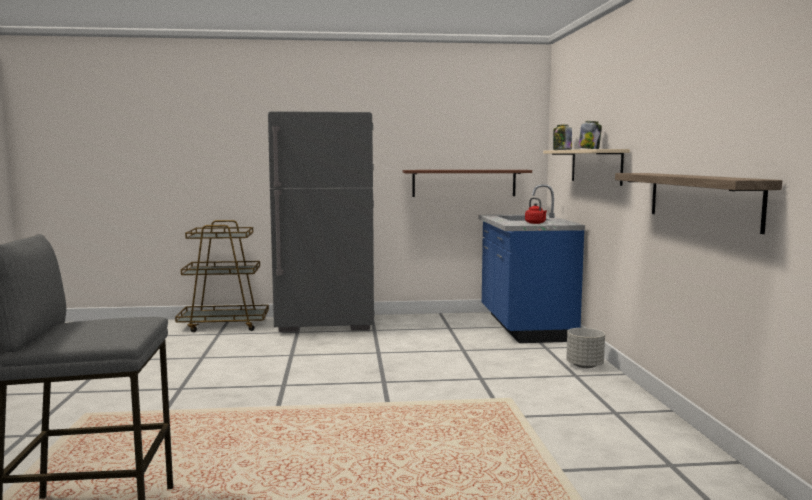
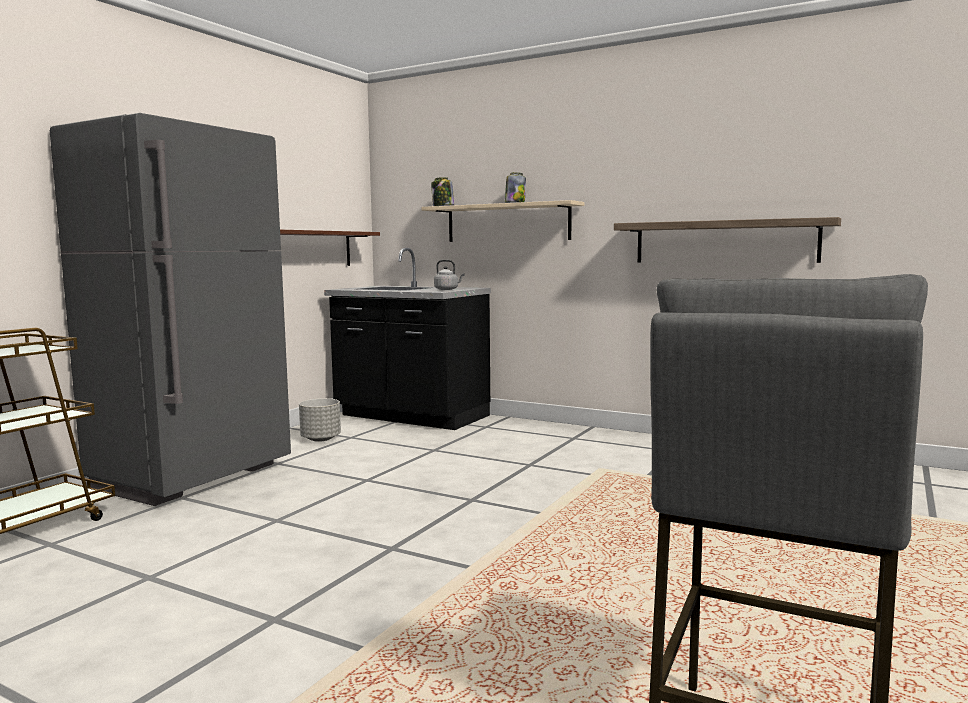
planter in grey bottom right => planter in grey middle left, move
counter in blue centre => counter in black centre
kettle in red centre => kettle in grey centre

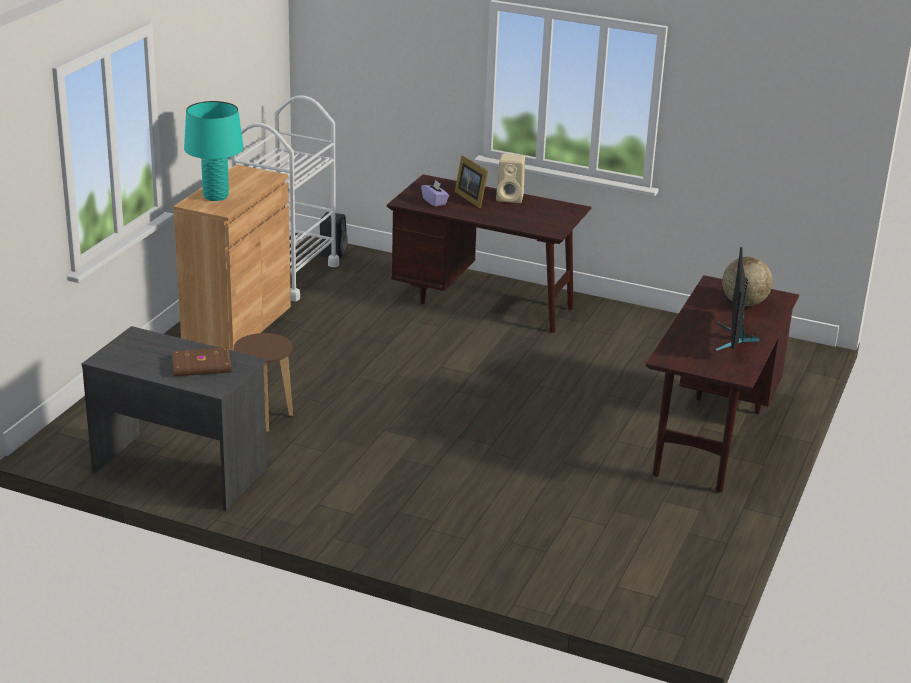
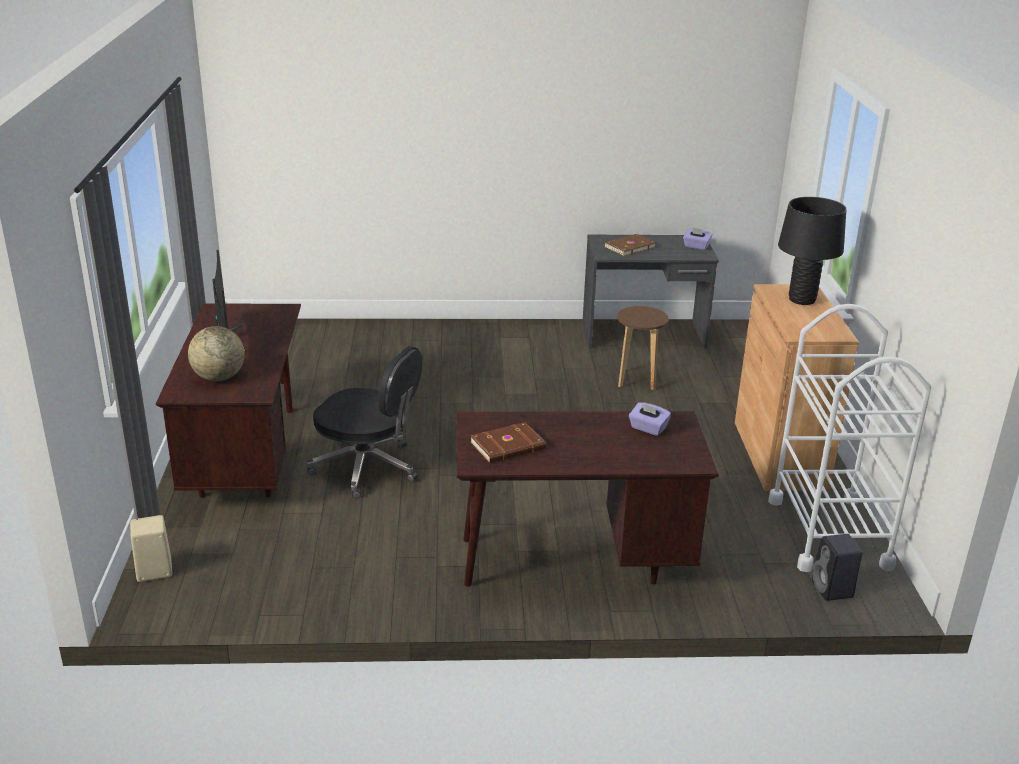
picture frame top centre => nothing
nothing => office chair in black centre
nothing => book in brown (1st from left) centre
nothing => tissue box in purple (2nd from left) top right
speaker in beige top centre => speaker in beige bottom left, move
table lamp in turquoise top left => table lamp in black top right

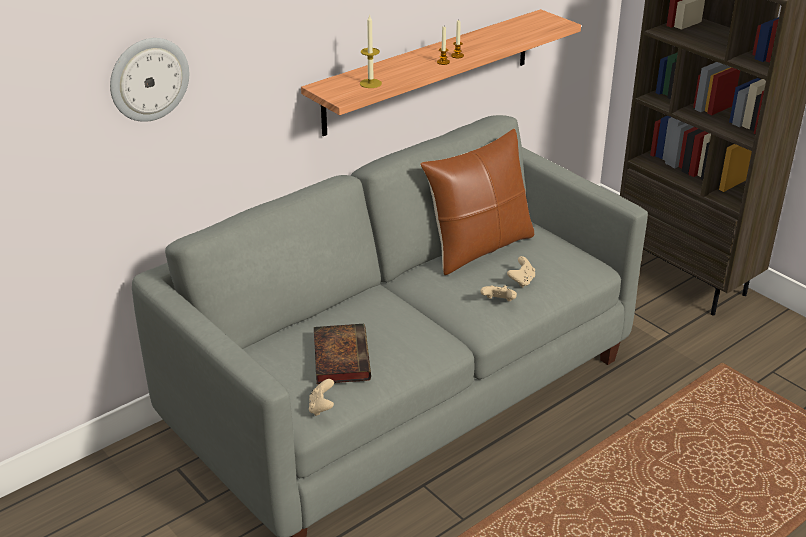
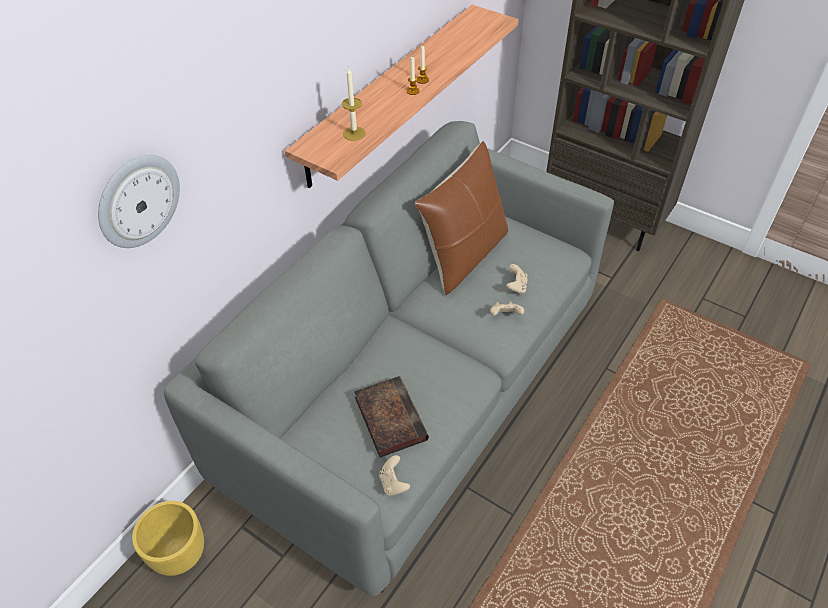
nothing => planter in yellow bottom left

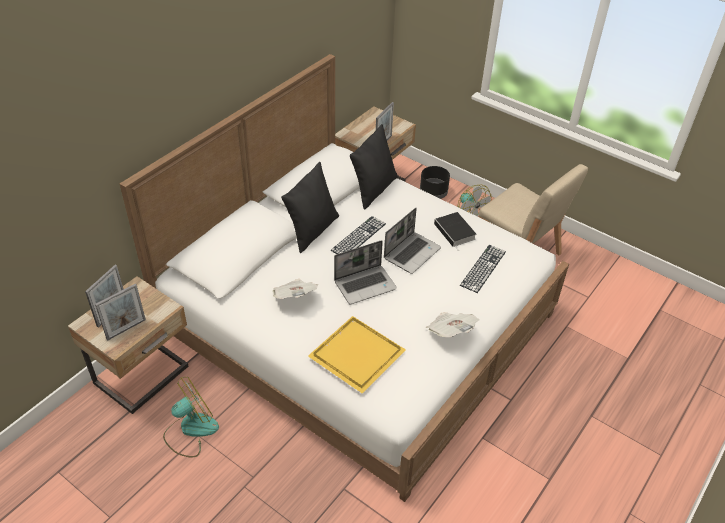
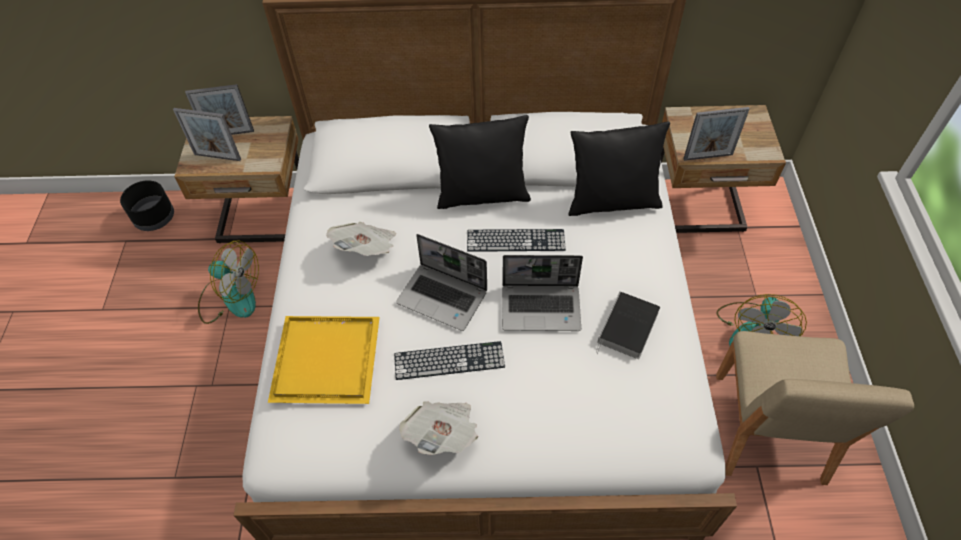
planter in black centre => planter in black middle left, move
keyboard (2nd from left in the first image) centre => keyboard (1st from left) bottom centre, move

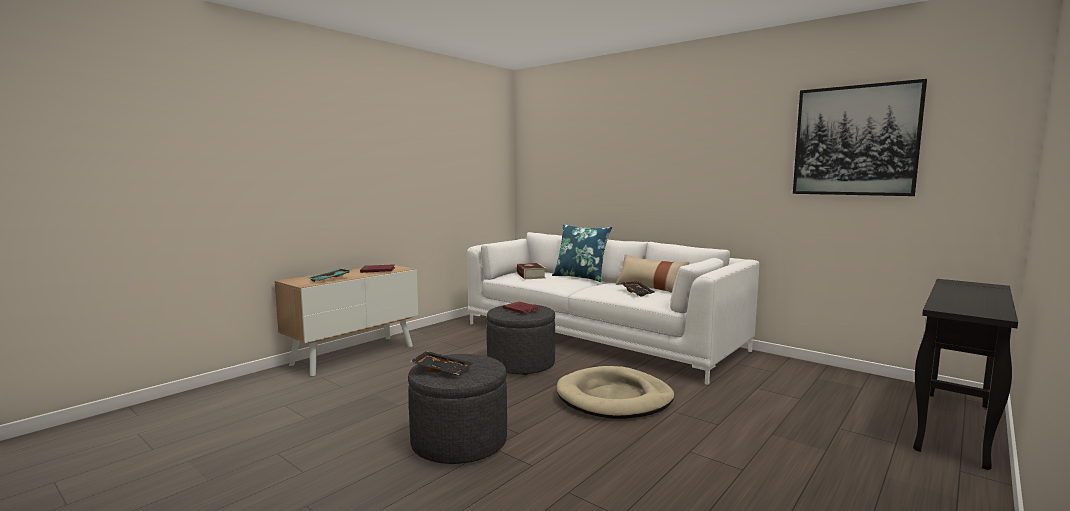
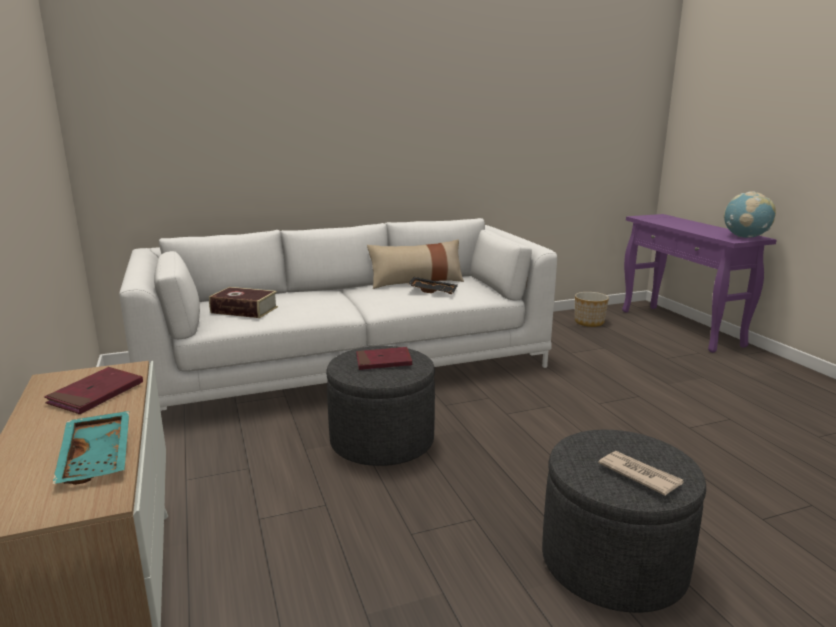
pillow in blue centre => nothing
dog bed in beige bottom centre => nothing
picture top right => nothing
nothing => planter middle right
nothing => globe middle right
tray in black (1st from left) bottom centre => newspaper bottom right
console table in black bottom right => console table in purple middle right

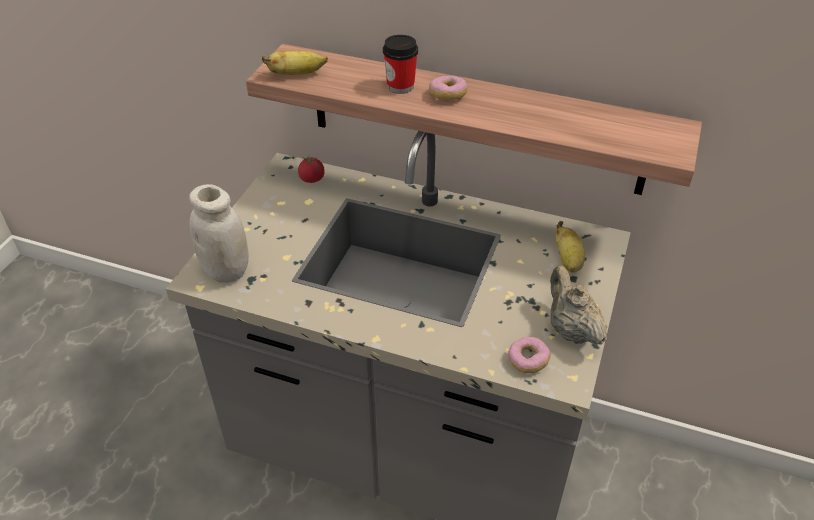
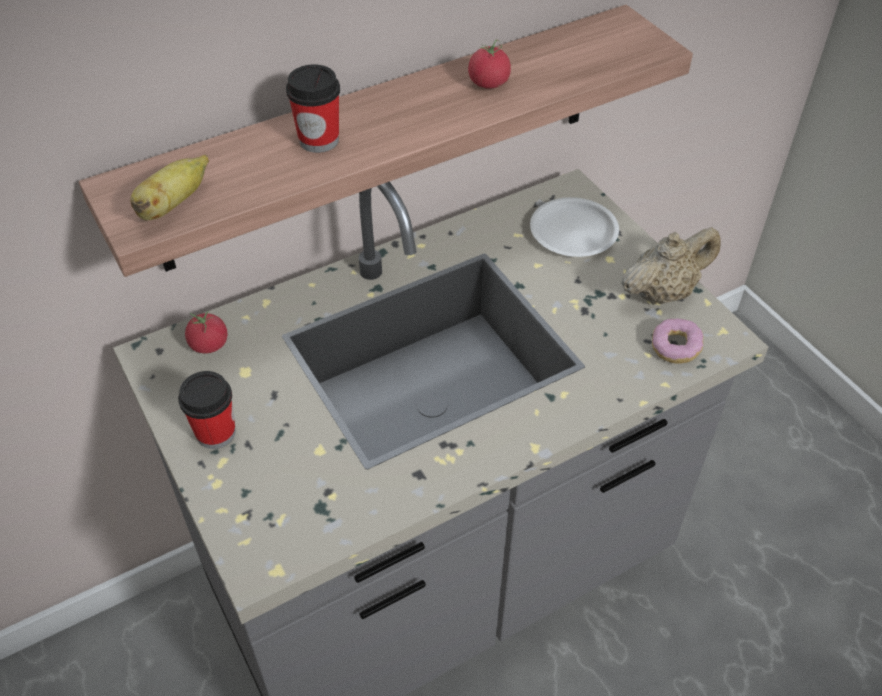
jar in white middle left => nothing
donut (1st from left) top centre => nothing
nothing => cup (1st from left) middle left
nothing => tomato (2nd from left) top centre
banana (2nd from left) middle right => plate in white top centre
teapot in beige middle right, 135 degrees clockwise

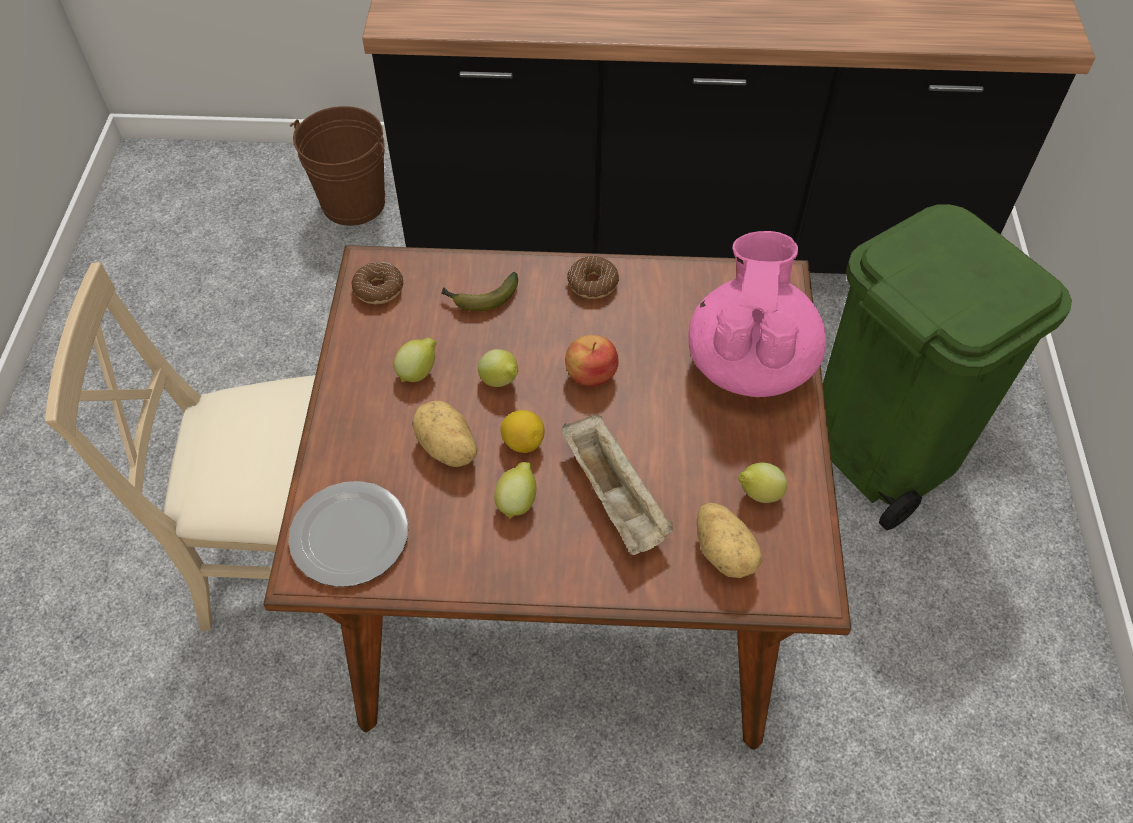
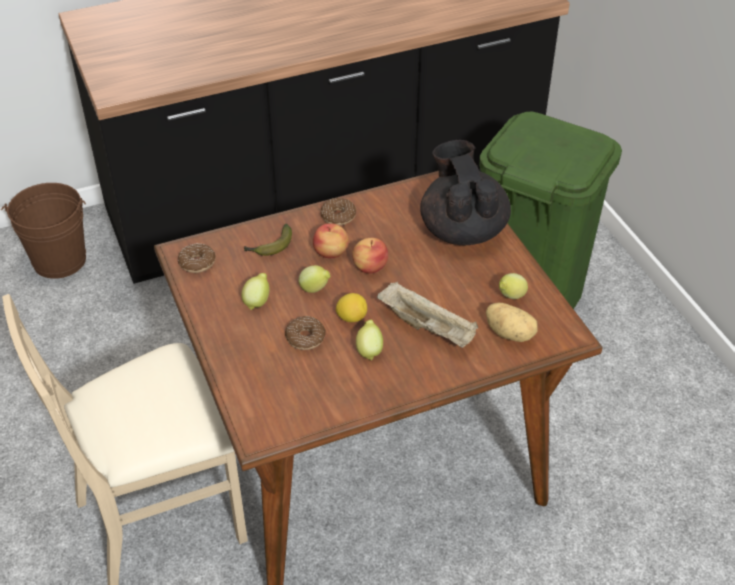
plate middle left => nothing
nothing => apple (1st from left) centre
potato (1st from left) centre => donut (2nd from left) centre
teapot in pink middle right => teapot in black top centre

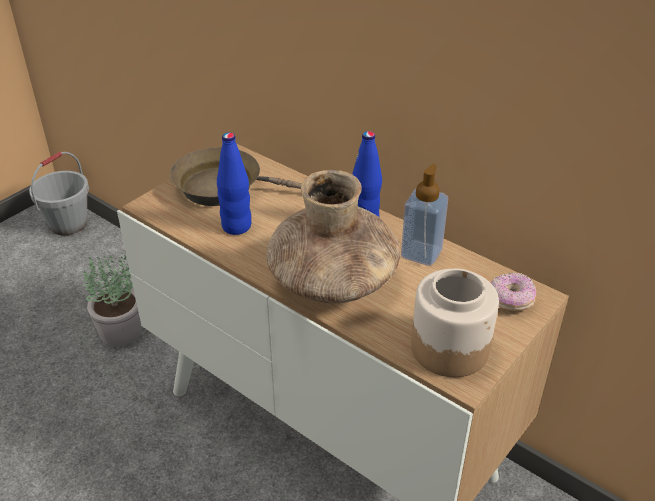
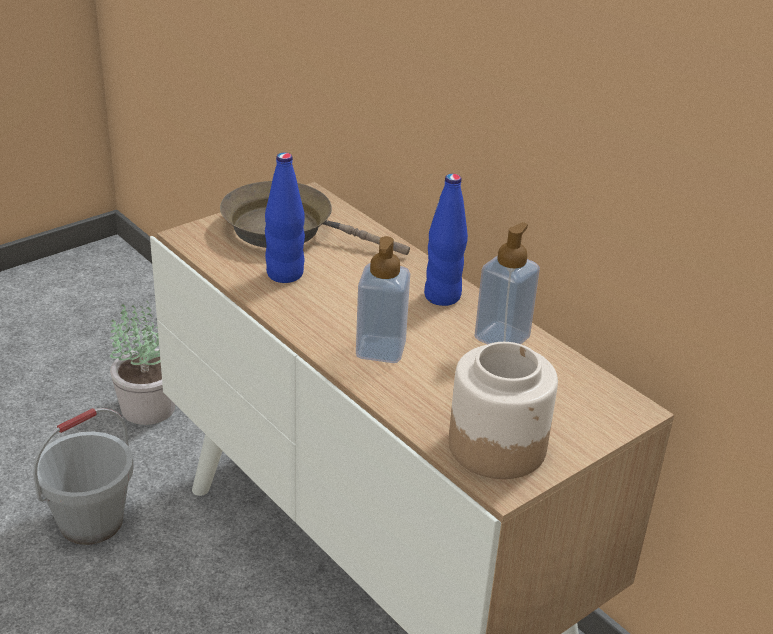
donut middle right => nothing
bucket in grey middle left => bucket in grey bottom left, move
vase in brown centre => soap dispenser (1st from left) centre

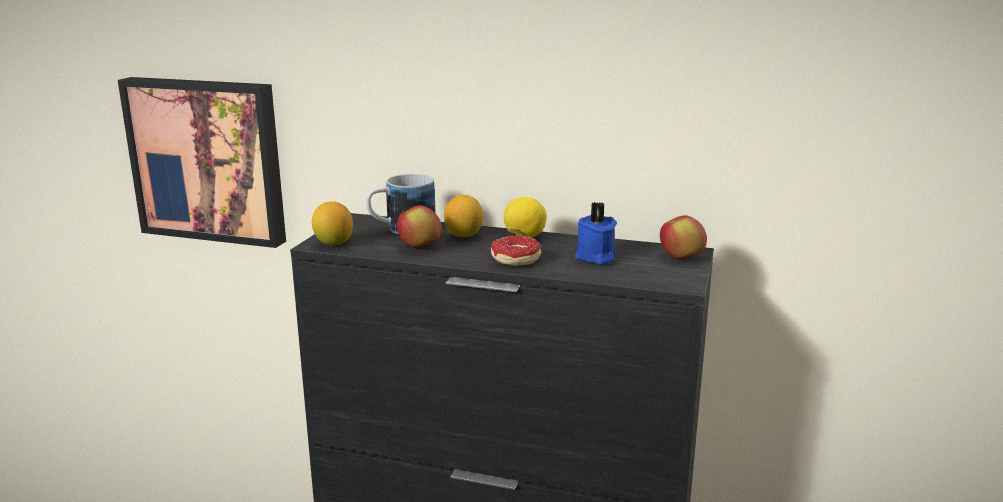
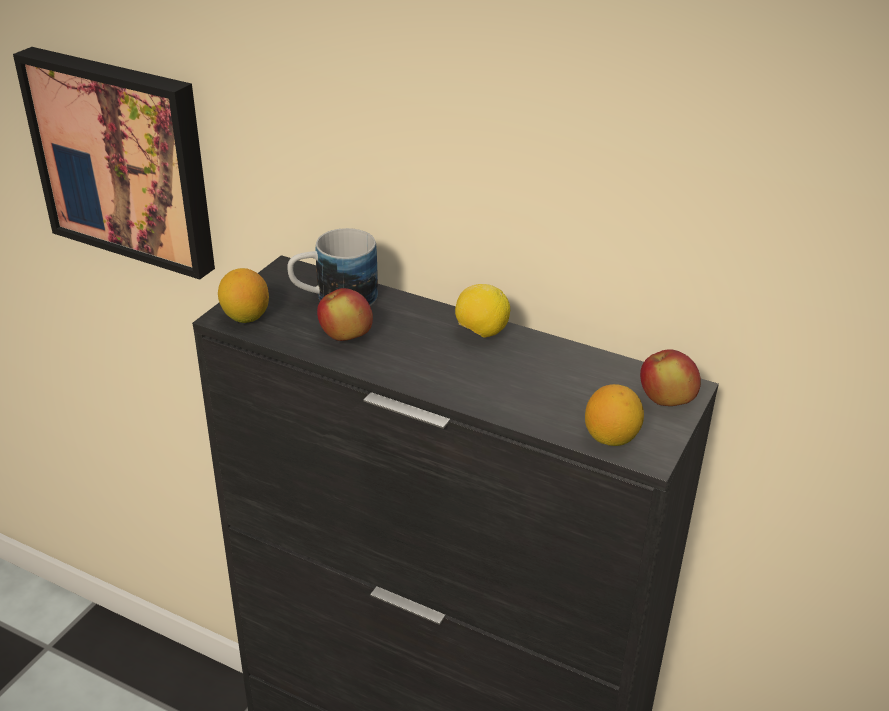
donut centre => nothing
candle in blue centre => nothing
lemon (2nd from left in the first image) centre => lemon (3rd from left) middle right, move

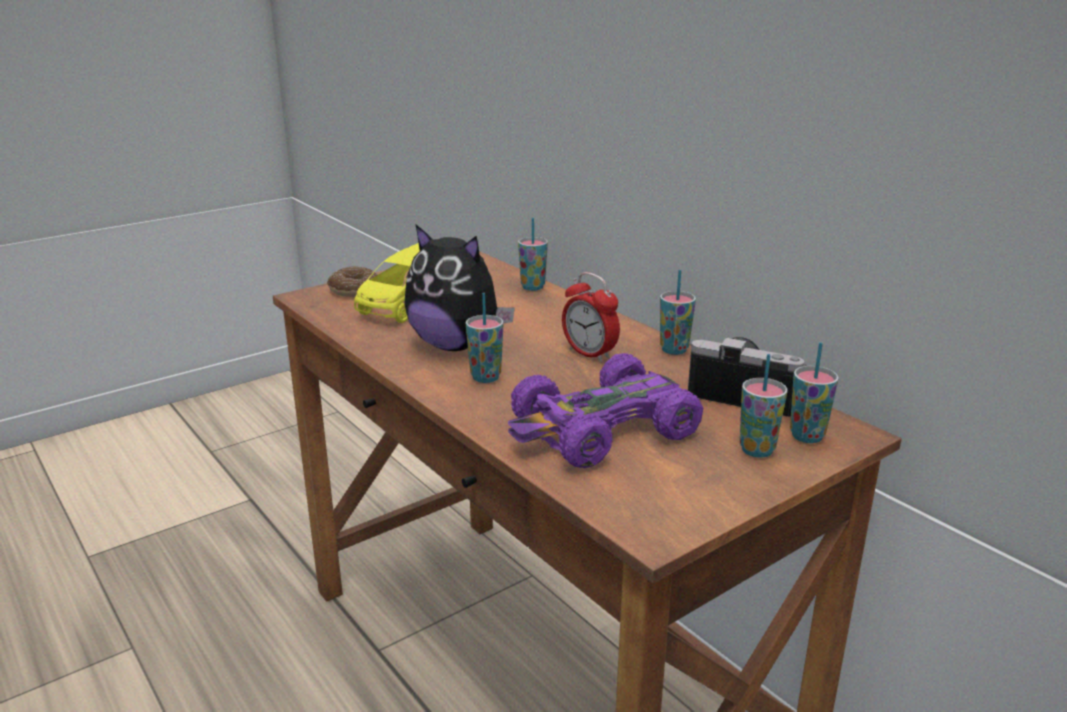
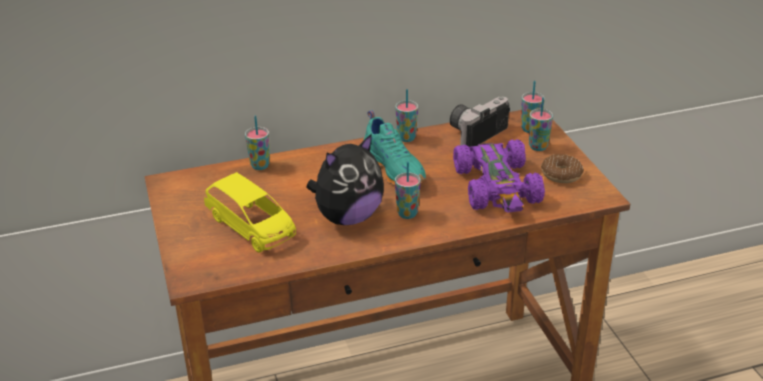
donut middle left => donut middle right, move
alarm clock centre => shoe in turquoise centre

